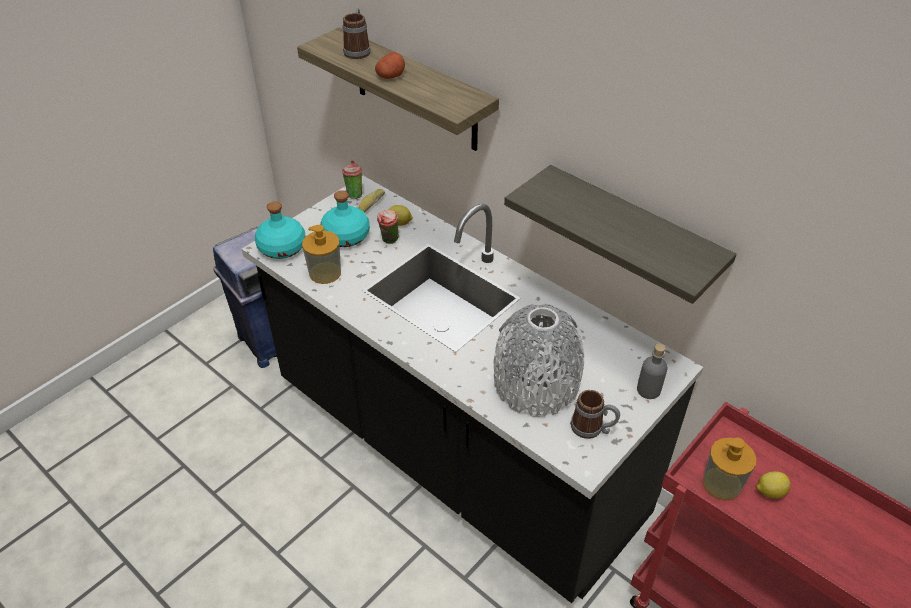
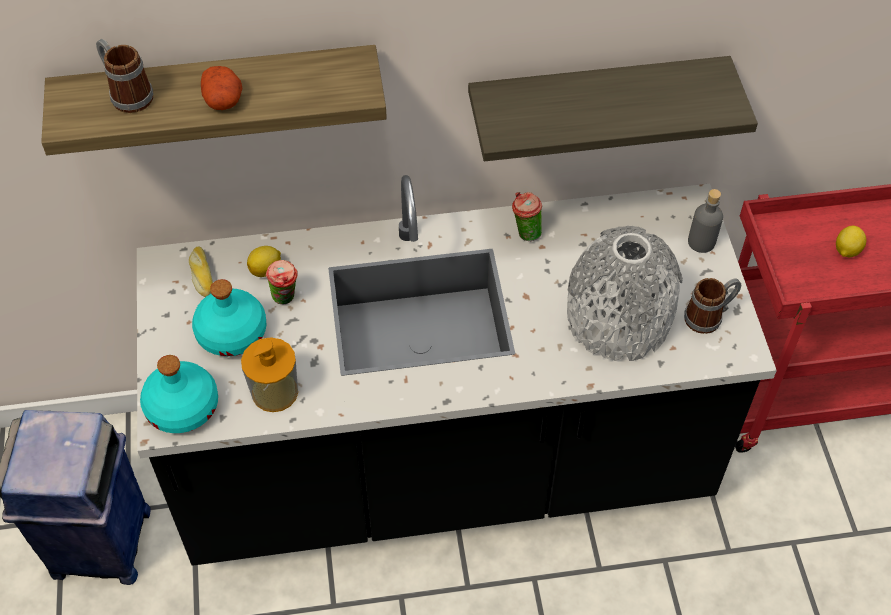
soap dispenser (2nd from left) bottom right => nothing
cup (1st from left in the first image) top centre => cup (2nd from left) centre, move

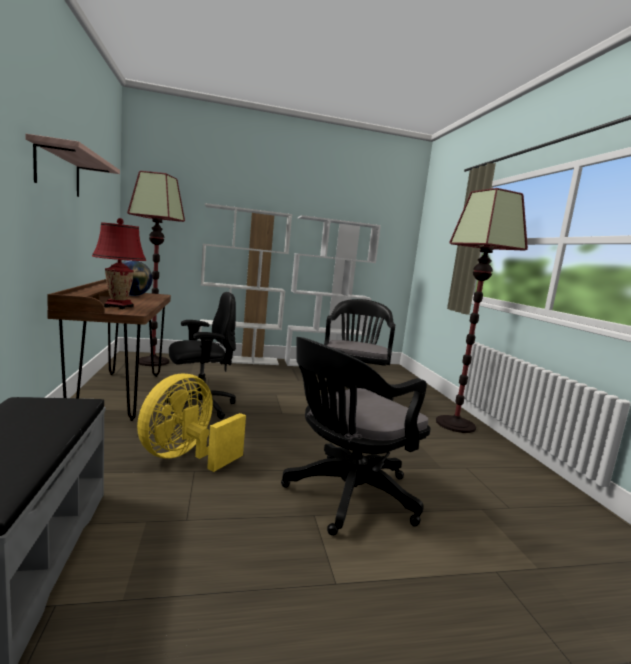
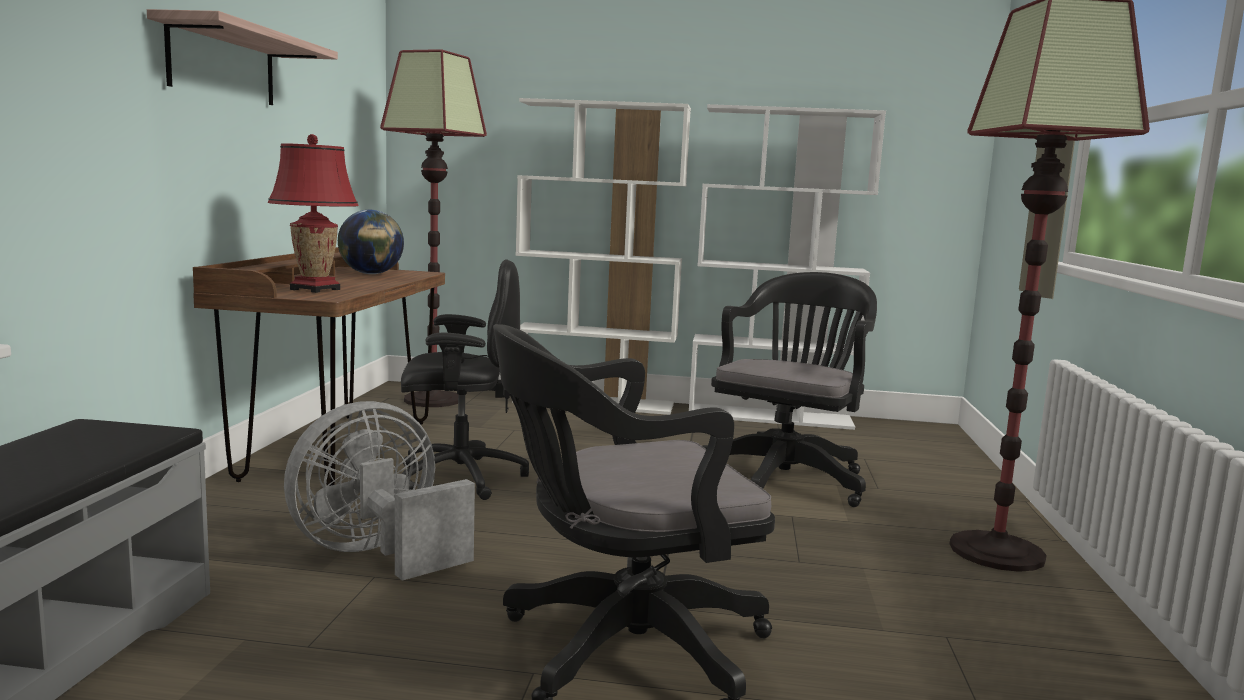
fan in yellow middle left => fan in grey bottom left

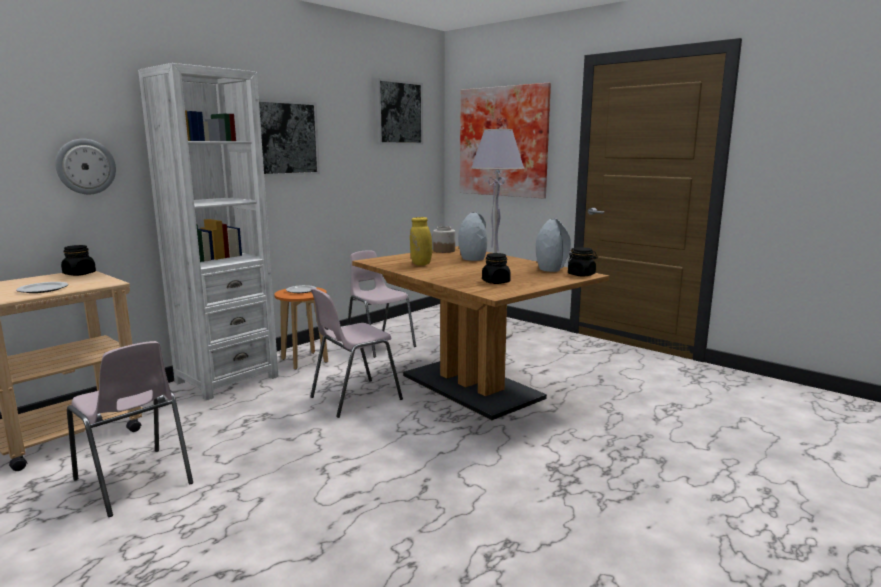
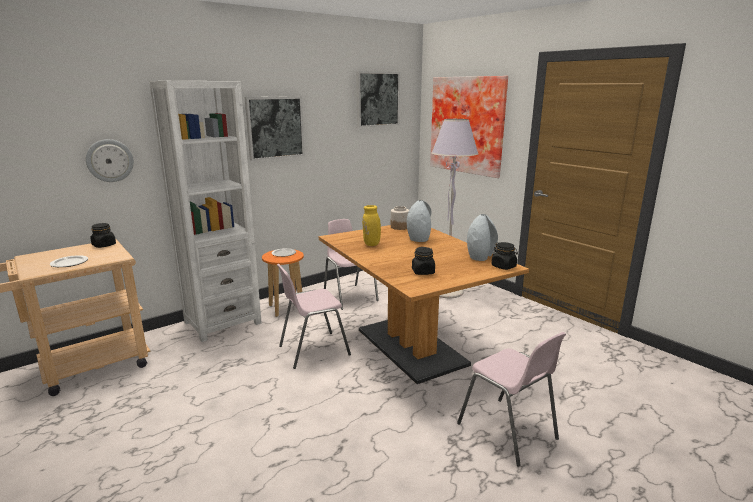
chair in pink (1st from left in the first image) bottom left => chair in pink (3rd from left) bottom right, move

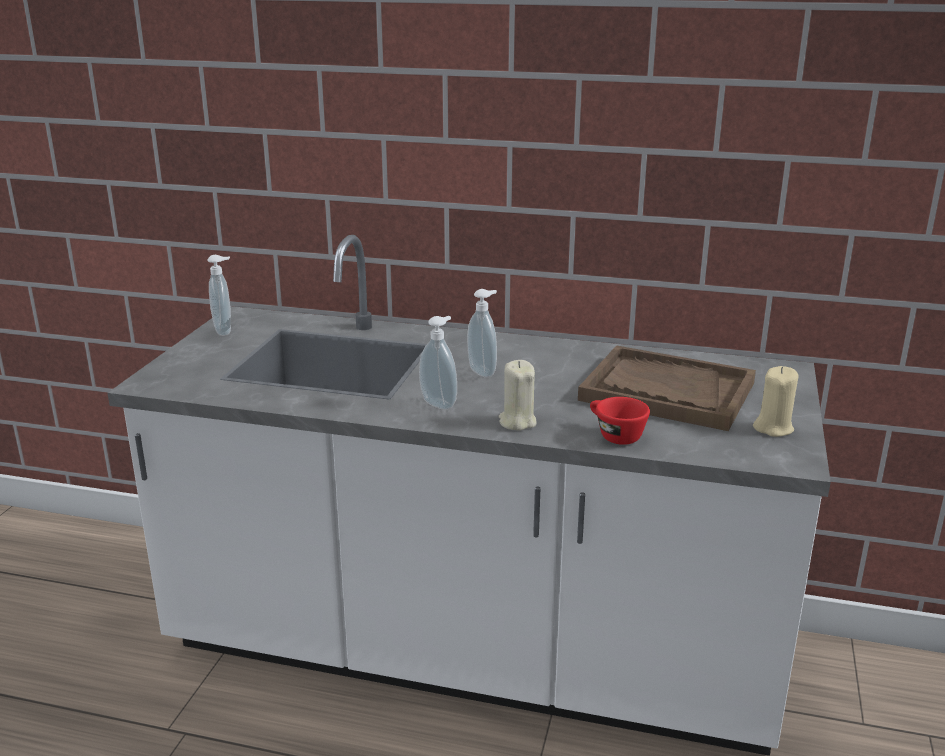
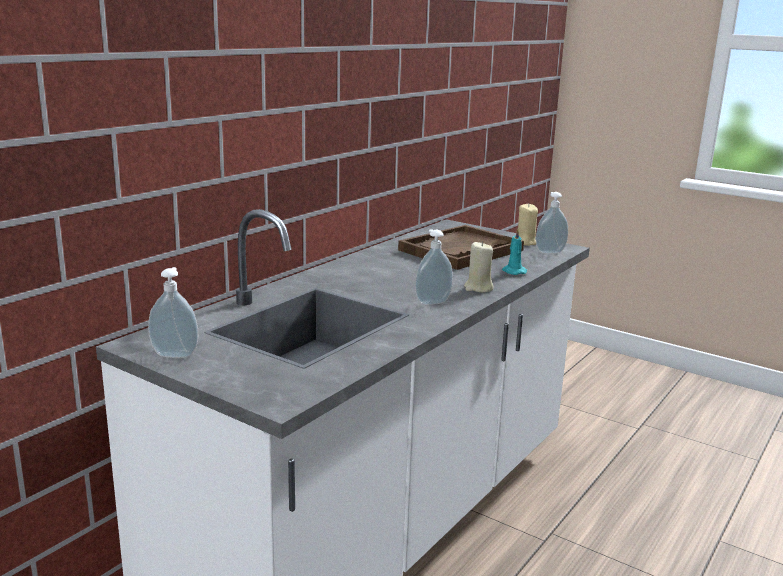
soap dispenser (3rd from left) centre => soap dispenser (3rd from left) middle right, move
cup in red centre => candle in turquoise centre

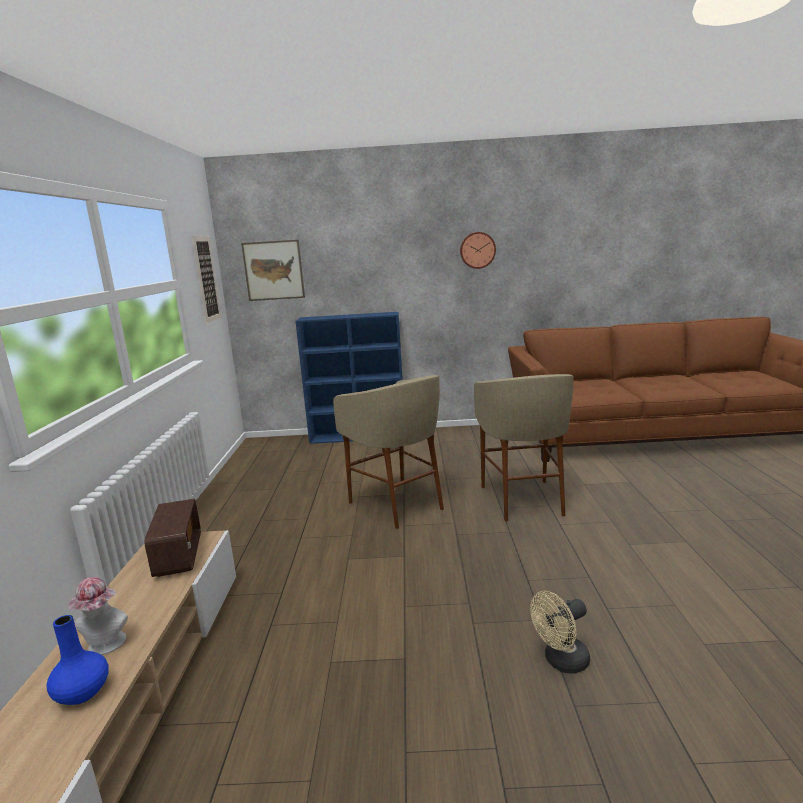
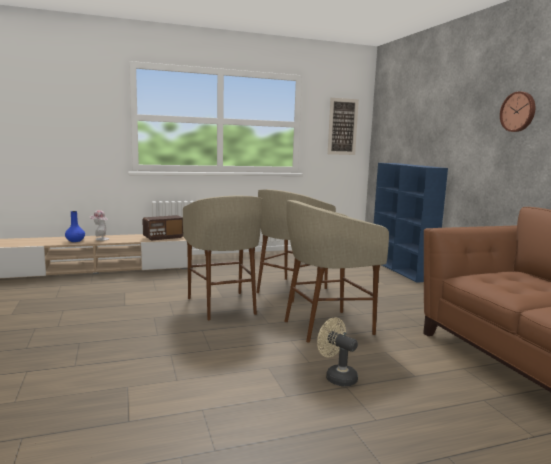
picture (2nd from left) centre => nothing
nothing => stool in beige (1st from left) centre
fan in beige bottom right => fan in beige bottom centre, move

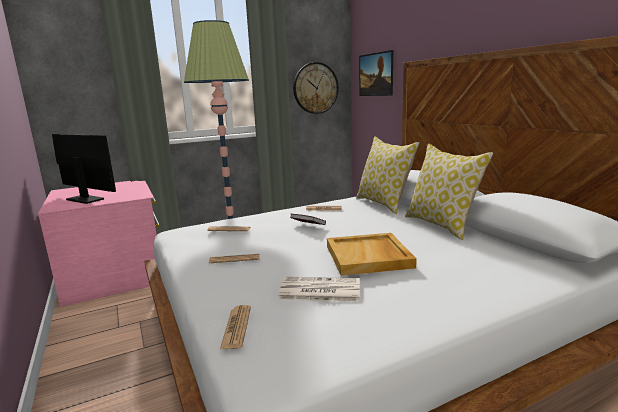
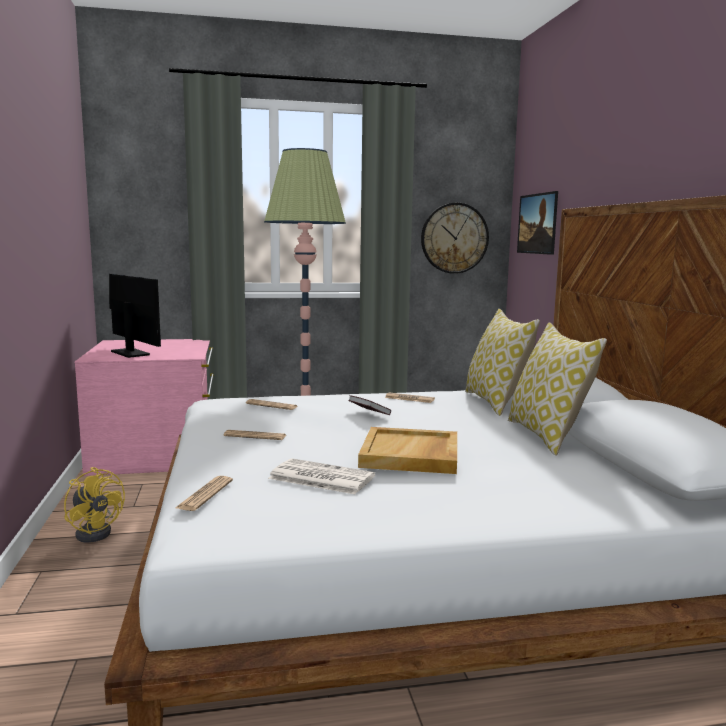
nothing => fan in yellow bottom left

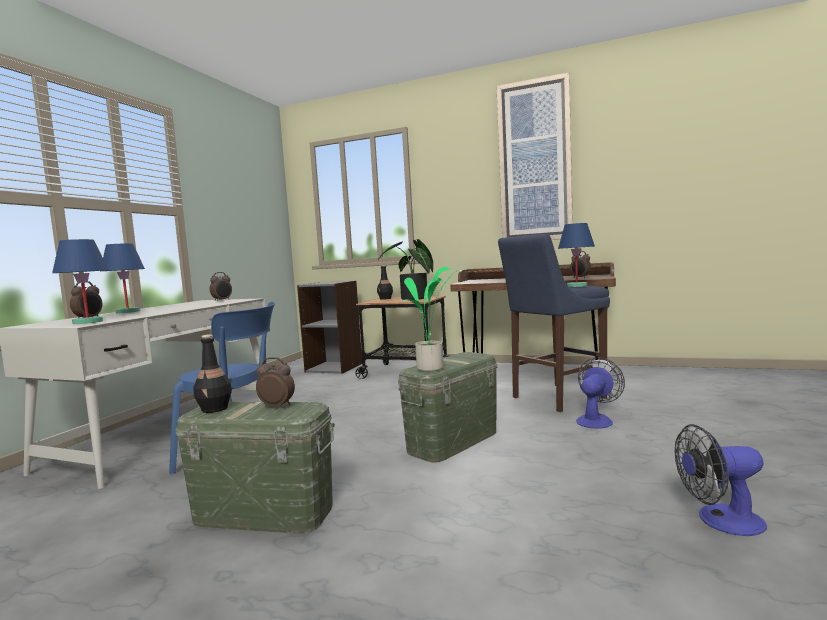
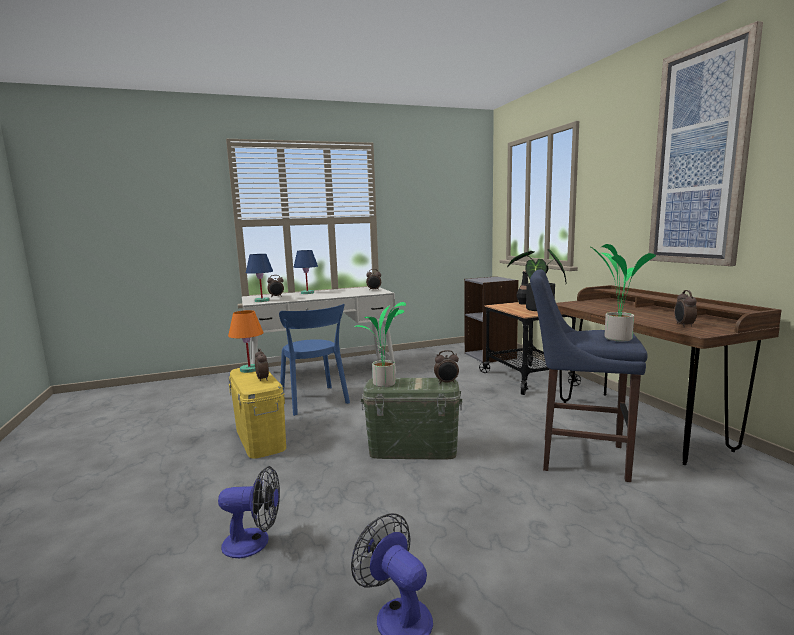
nothing => alarm clock (4th from left) centre
fan (1st from left) middle right => fan (1st from left) bottom left, move
bottle in black (1st from left) middle left => table lamp in orange middle left
table lamp in blue (3rd from left) middle right => potted plant (3rd from left) middle right
storage box in green (1st from left) bottom left => storage box in yellow middle left

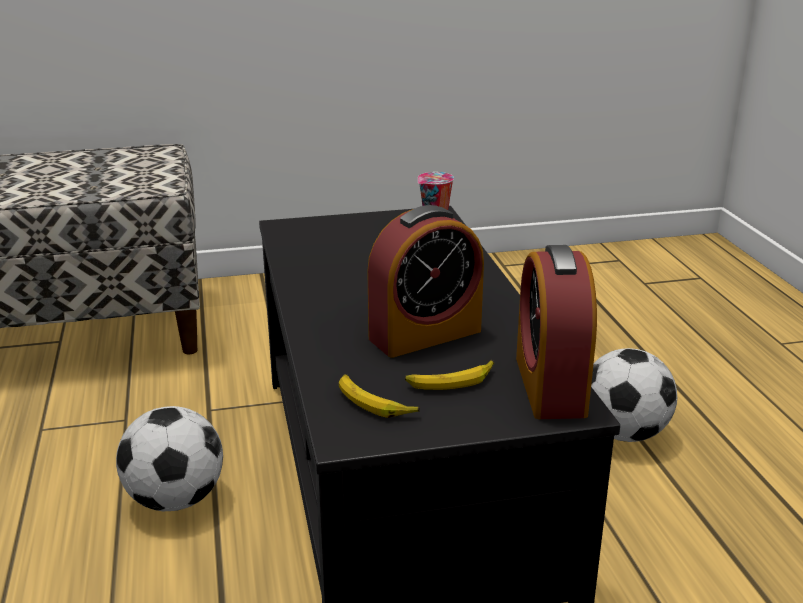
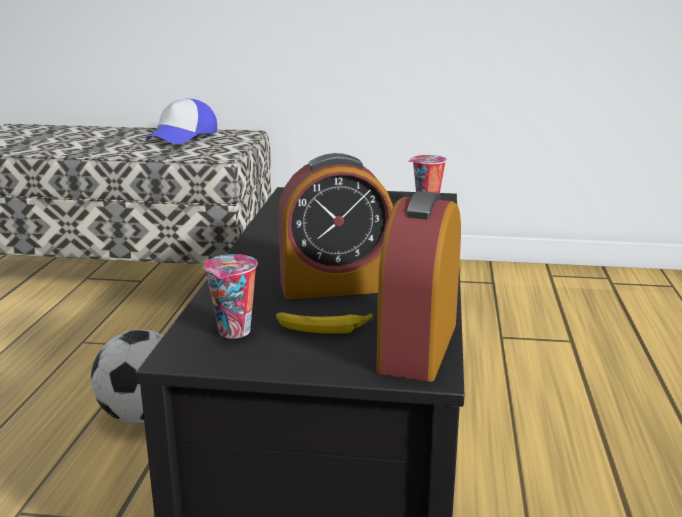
football (2nd from left) middle right => nothing
nothing => cap top left
banana (1st from left) centre => cup (1st from left) centre

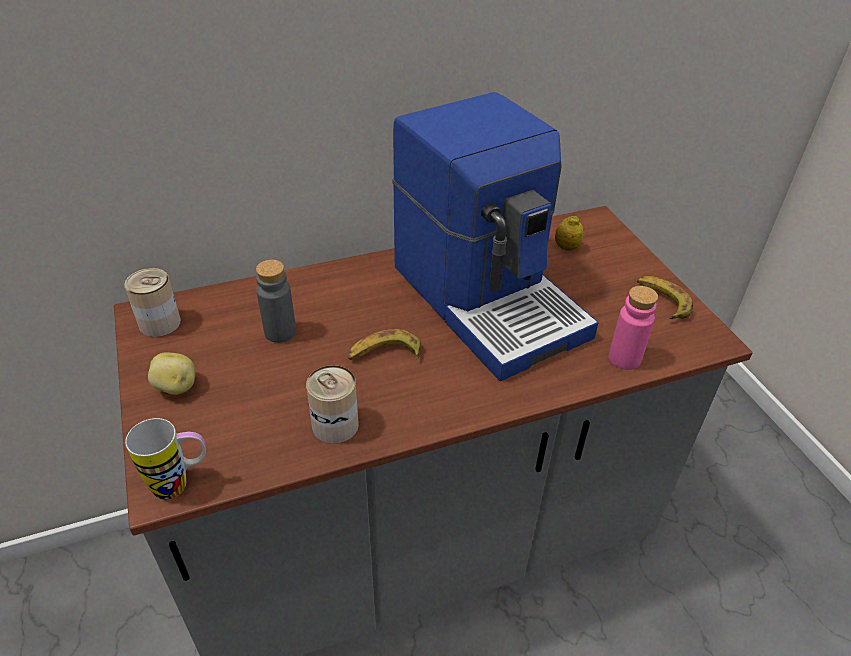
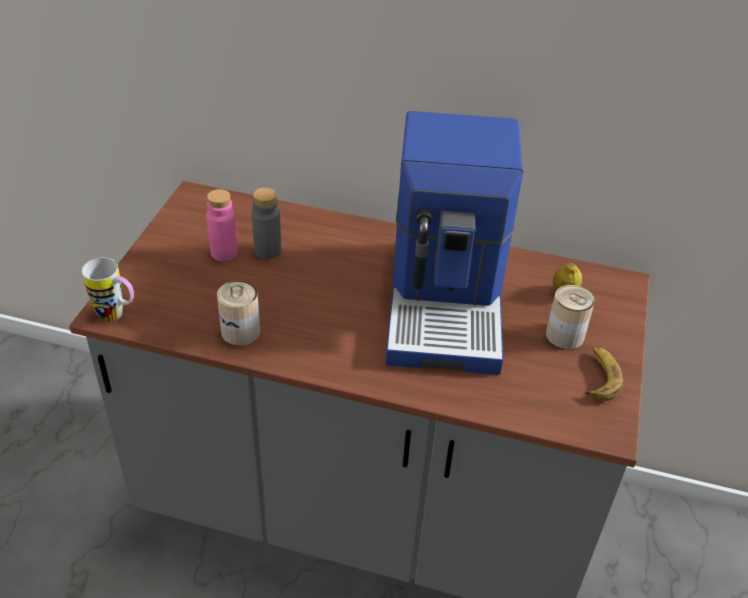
potato middle left => nothing
banana (1st from left) centre => nothing
can (1st from left in the first image) middle left => can (2nd from left) middle right, move
bottle in pink middle right => bottle in pink middle left, move

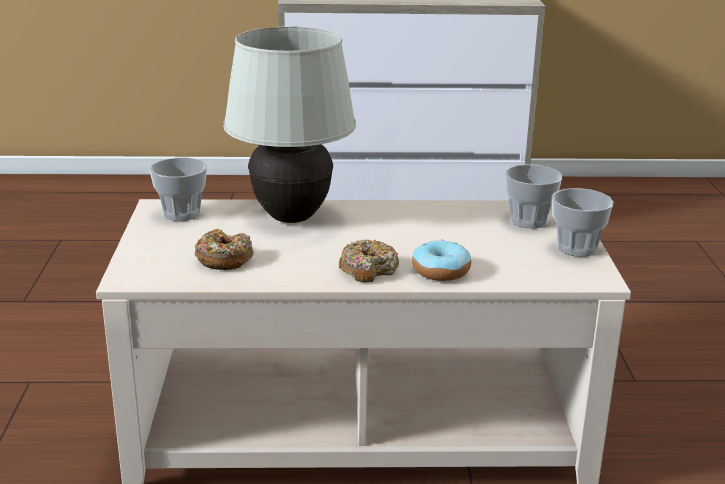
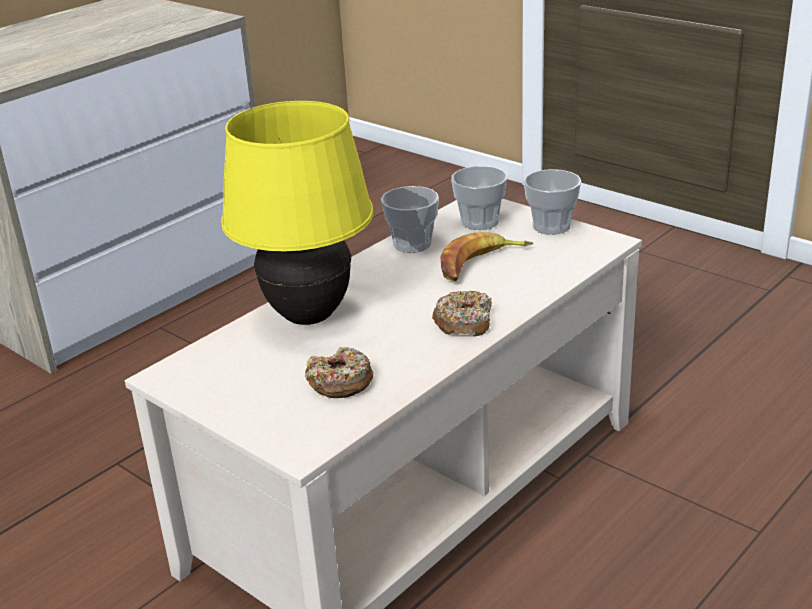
donut (3rd from left) centre => nothing
nothing => banana centre
cup (1st from left) middle left => cup (1st from left) centre, move
table lamp in white top centre => table lamp in yellow centre

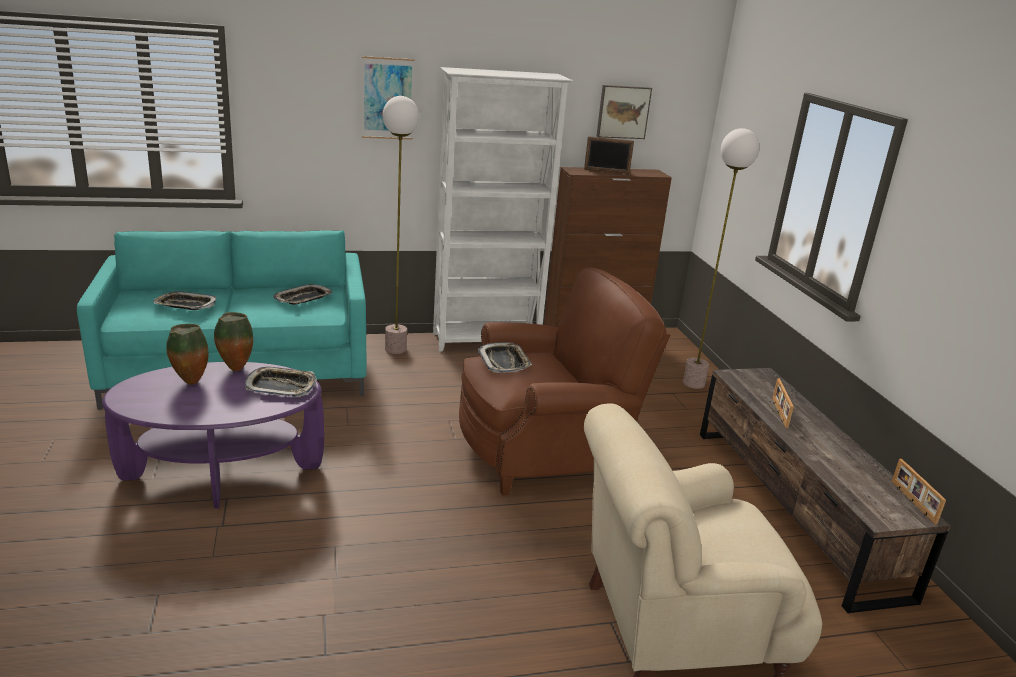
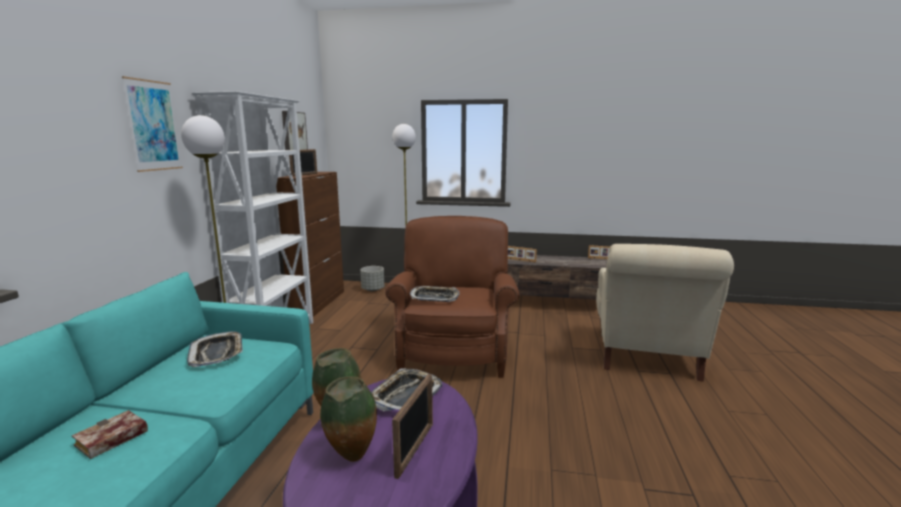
nothing => planter in grey centre
nothing => picture frame (2nd from left) bottom centre
tray (1st from left) middle left => book bottom left

